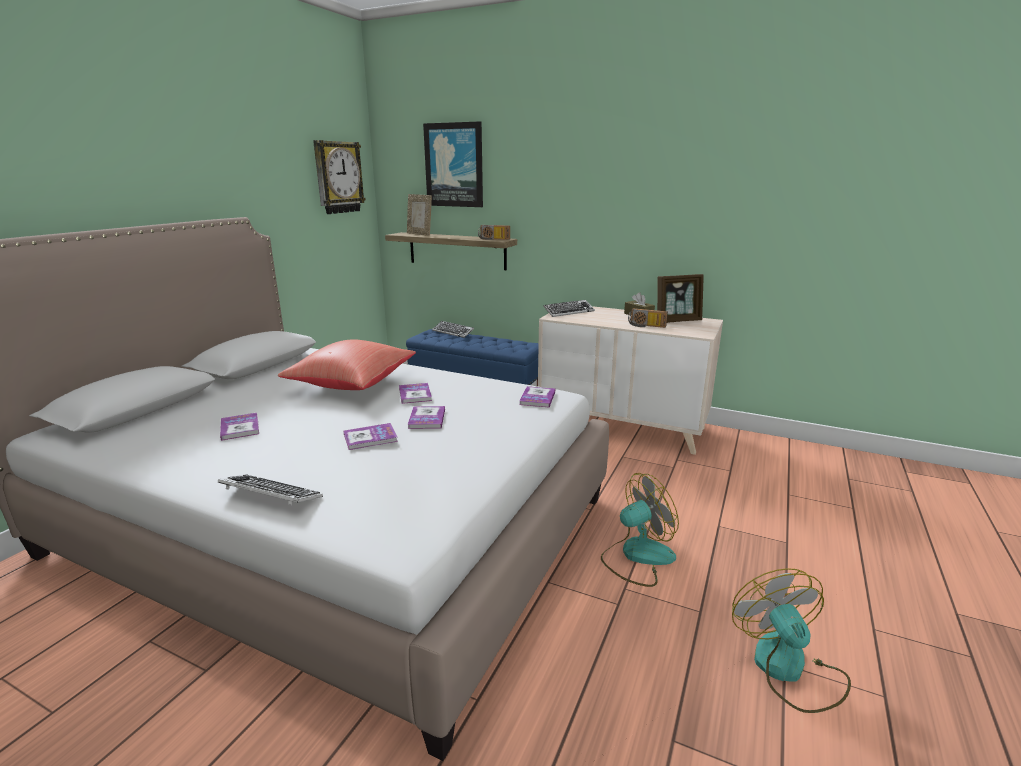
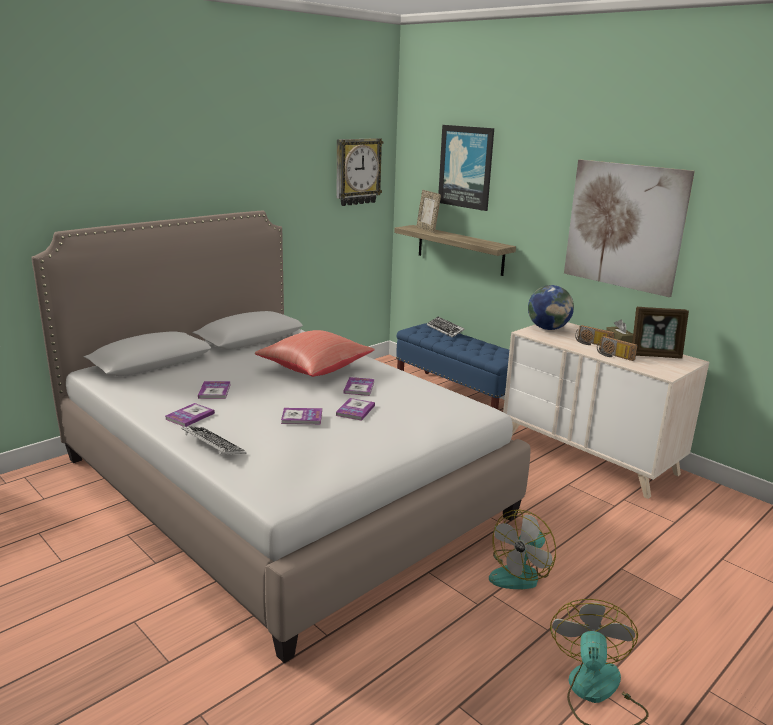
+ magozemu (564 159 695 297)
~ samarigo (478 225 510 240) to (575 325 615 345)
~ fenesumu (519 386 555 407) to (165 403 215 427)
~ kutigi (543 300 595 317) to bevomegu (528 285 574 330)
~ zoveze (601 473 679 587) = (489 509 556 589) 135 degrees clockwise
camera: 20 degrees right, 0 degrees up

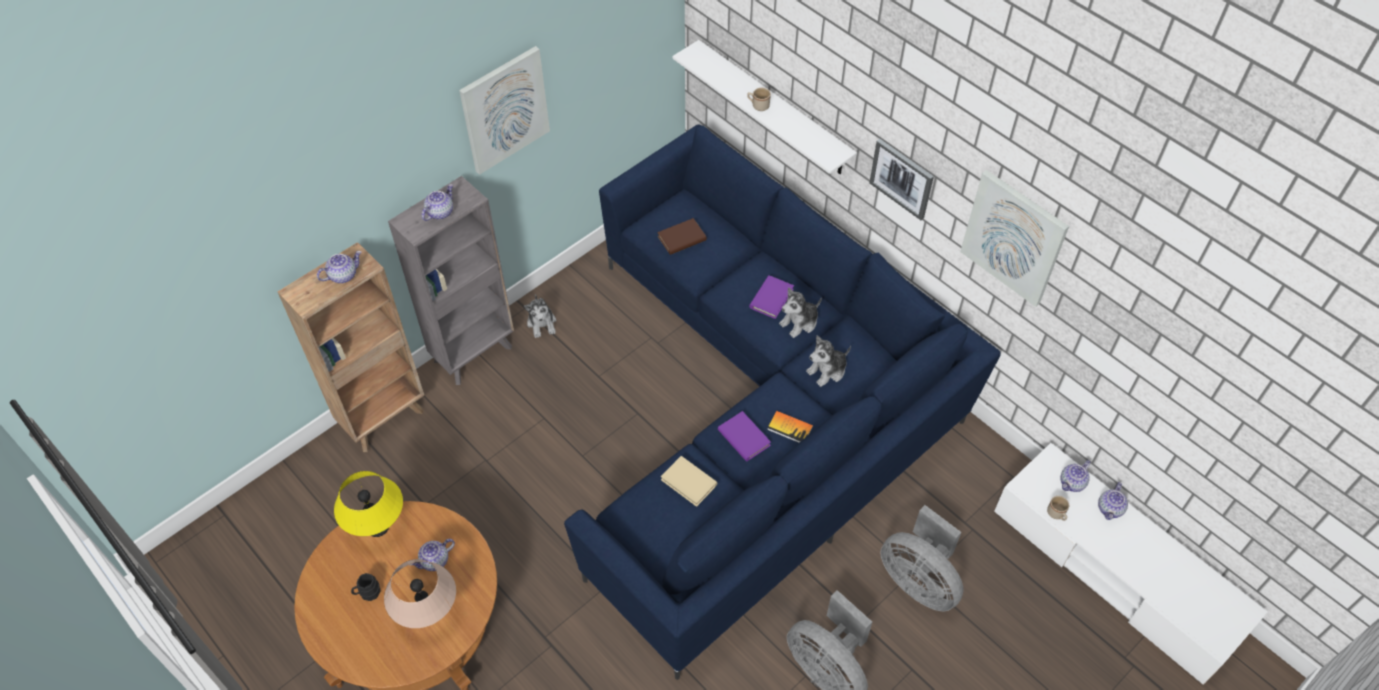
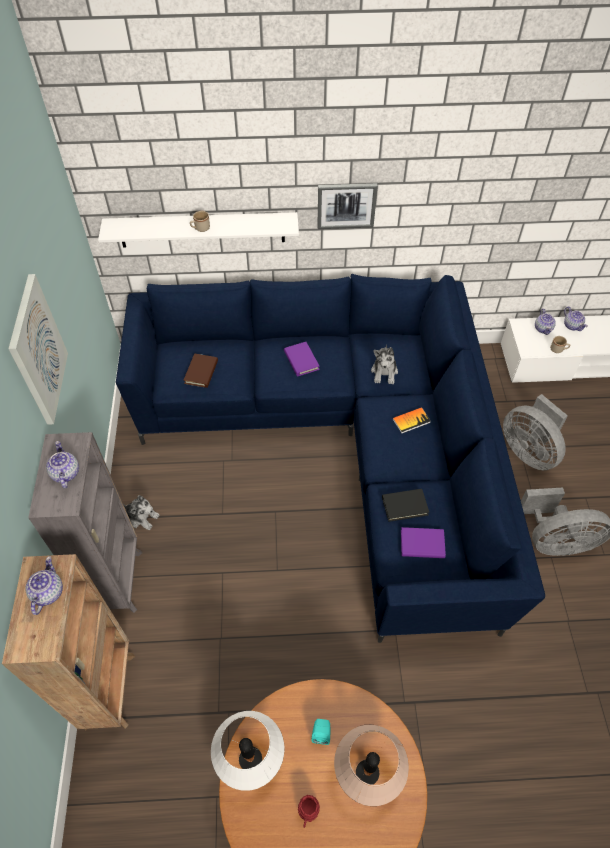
- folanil (779 287 822 338)
- magozemu (960 170 1069 307)
~ fenesumu (purple) (718 411 771 462) to (401 527 446 558)
~ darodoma (410 539 455 571) to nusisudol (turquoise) (311 719 330 745)
~ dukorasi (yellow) (334 471 403 537) to dukorasi (white) (211 711 284 791)
~ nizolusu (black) (351 573 381 601) to nizolusu (red) (298 795 320 828)
~ fenesumu (beige) (661 456 717 507) to fenesumu (black) (382 489 429 522)
~ zoveze (grey) (880 505 964 611) = (503 394 568 470) 60 degrees clockwise
camera: 50 degrees left, 0 degrees up

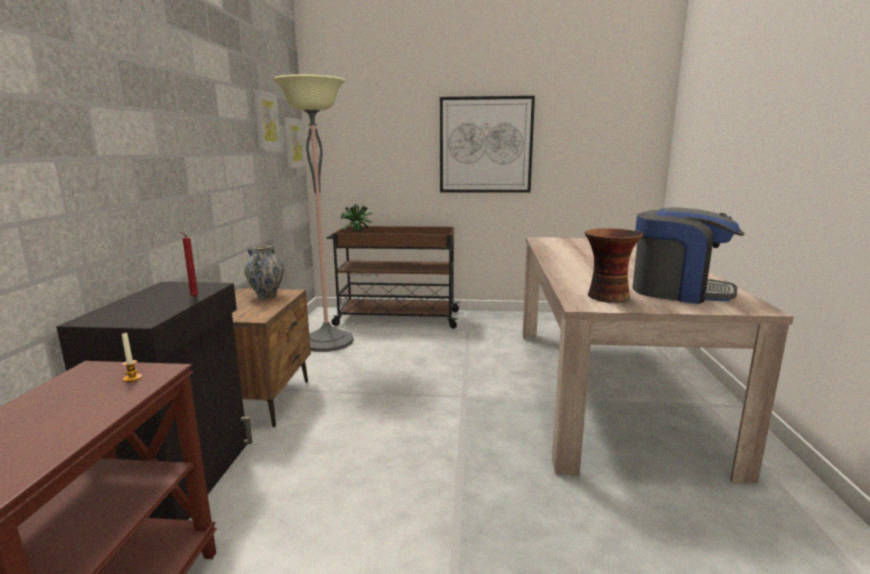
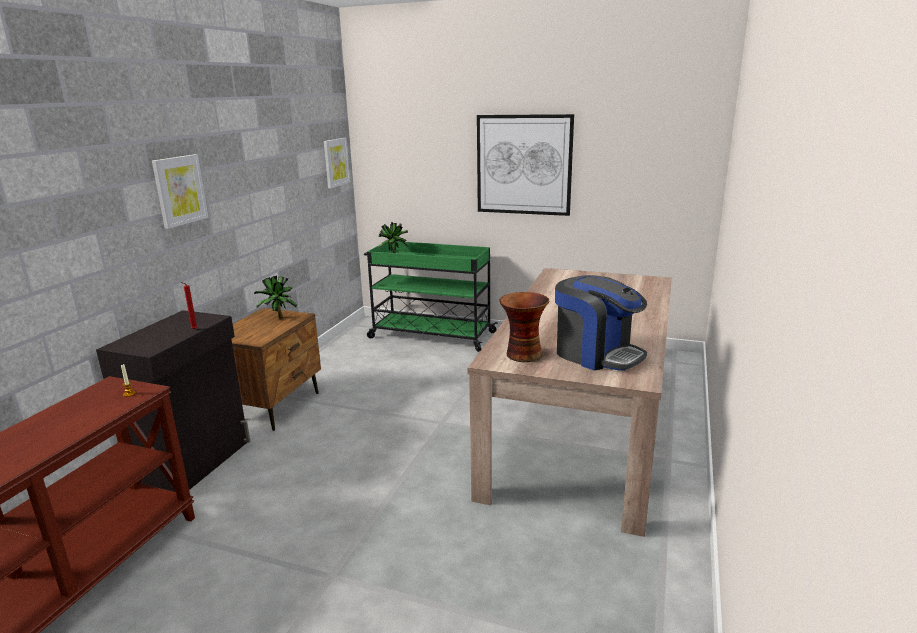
- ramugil (273 74 353 352)
~ magozemu (253 90 281 149) to (152 154 208 229)
~ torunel (244 245 284 299) to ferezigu (254 276 297 319)
~ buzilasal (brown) (327 226 460 329) to buzilasal (green) (364 241 498 352)
camera: 15 degrees right, 5 degrees up

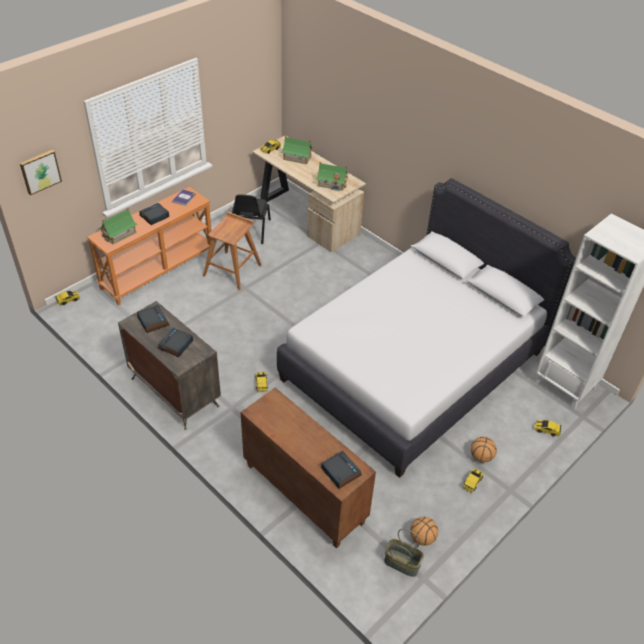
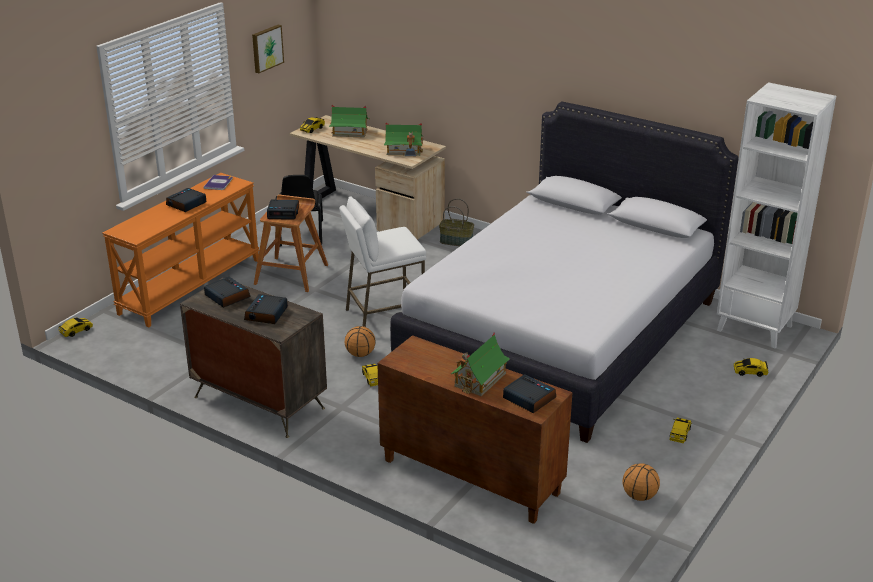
+ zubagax (267 200 299 220)
+ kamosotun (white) (339 196 426 327)
~ magozemu (20 150 62 195) to (252 25 284 73)
~ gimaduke (98 208 138 245) to (451 332 510 396)
~ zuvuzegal (384 529 424 577) to (439 199 474 246)
~ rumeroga (471 437 497 462) to (345 326 376 357)
camera: 10 degrees left, 15 degrees down

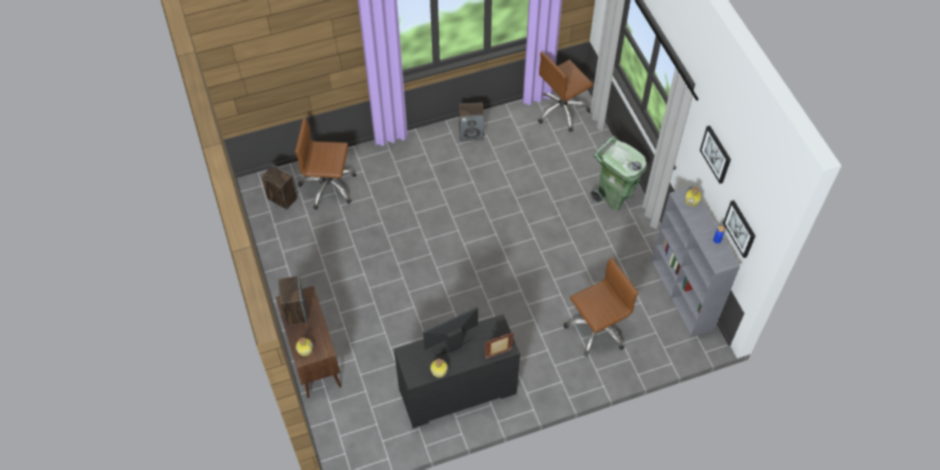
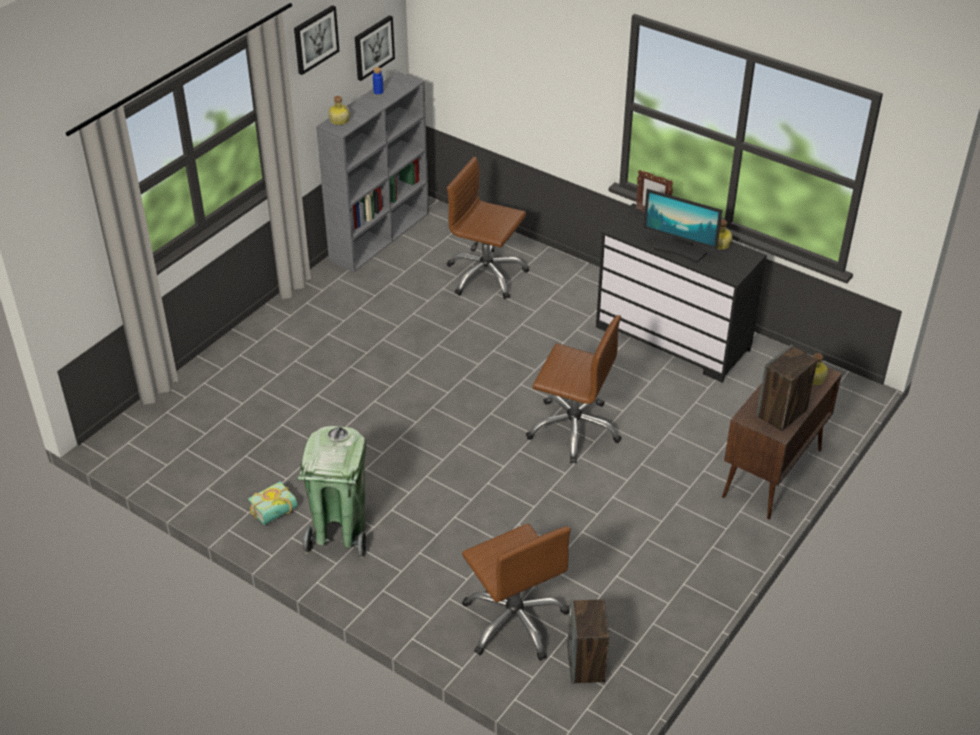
~ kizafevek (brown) (538 52 594 132) to (526 315 621 463)
~ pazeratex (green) (590 136 647 211) to (297 426 366 558)
~ nusisudol (459 103 484 141) to fenesumu (248 482 297 525)
camera: 125 degrees left, 15 degrees down

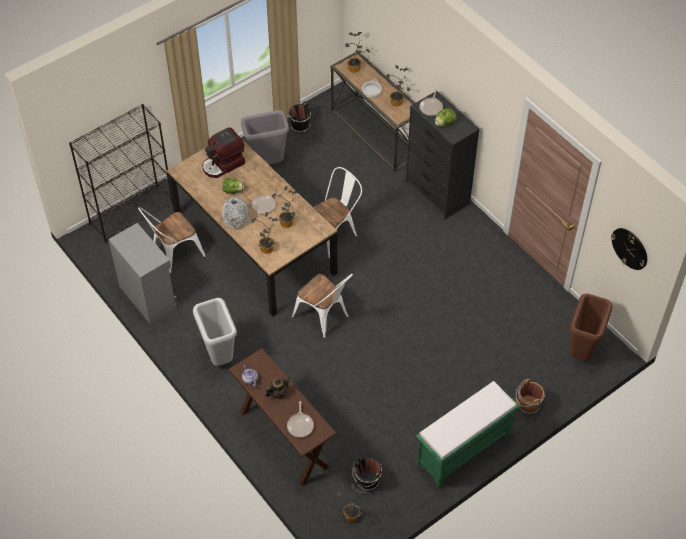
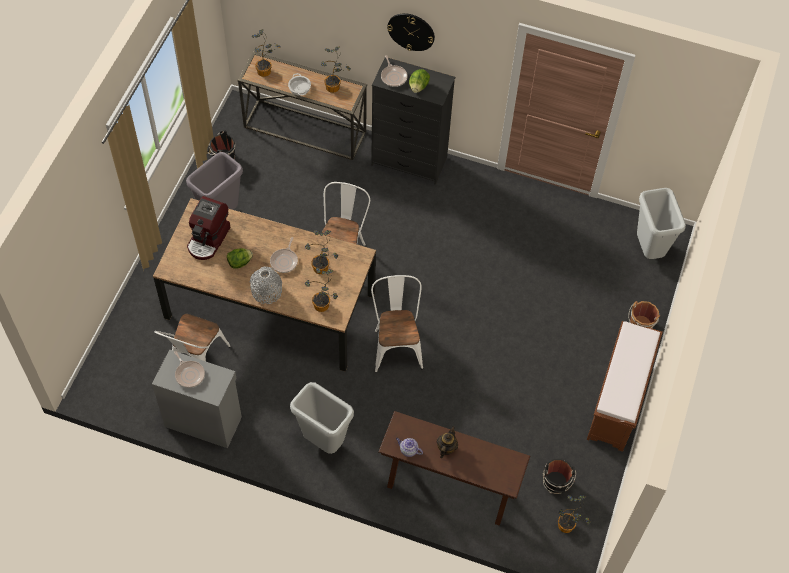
- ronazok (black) (69 104 173 243)
~ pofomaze (287 401 314 438) to (174 351 205 388)
~ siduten (611 228 647 270) to (387 13 435 51)
~ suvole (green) (416 381 520 488) to suvole (brown) (587 321 662 452)
~ pazeratex (brown) (570 293 613 361) to pazeratex (grey) (637 188 686 259)
~ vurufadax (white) (292 274 353 339) = (371 275 423 373) 105 degrees counterclockwise
camera: 35 degrees left, 5 degrees up

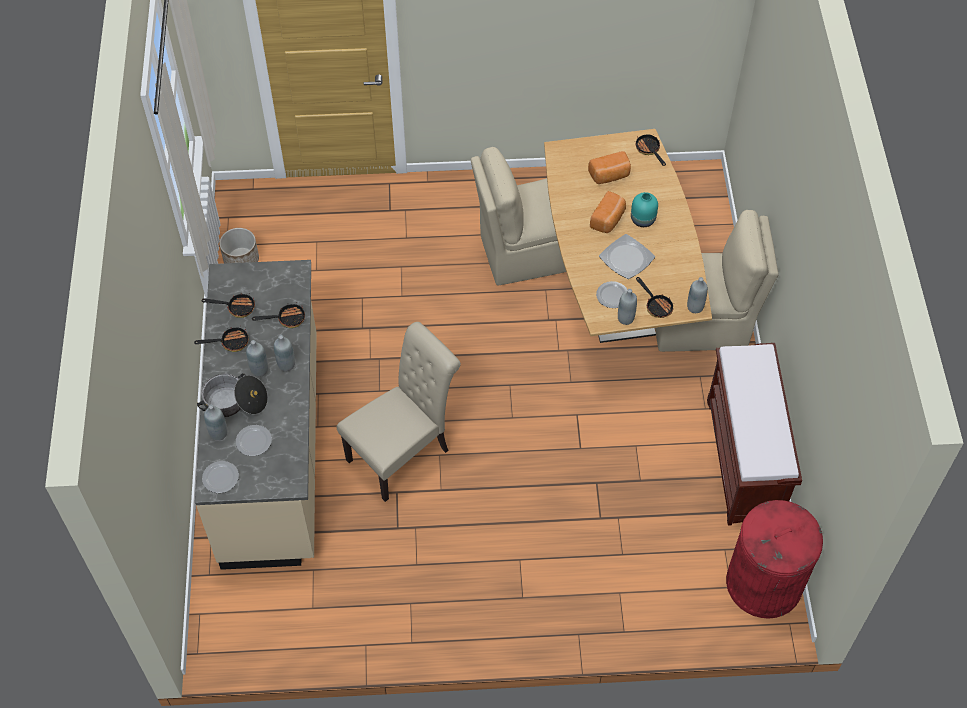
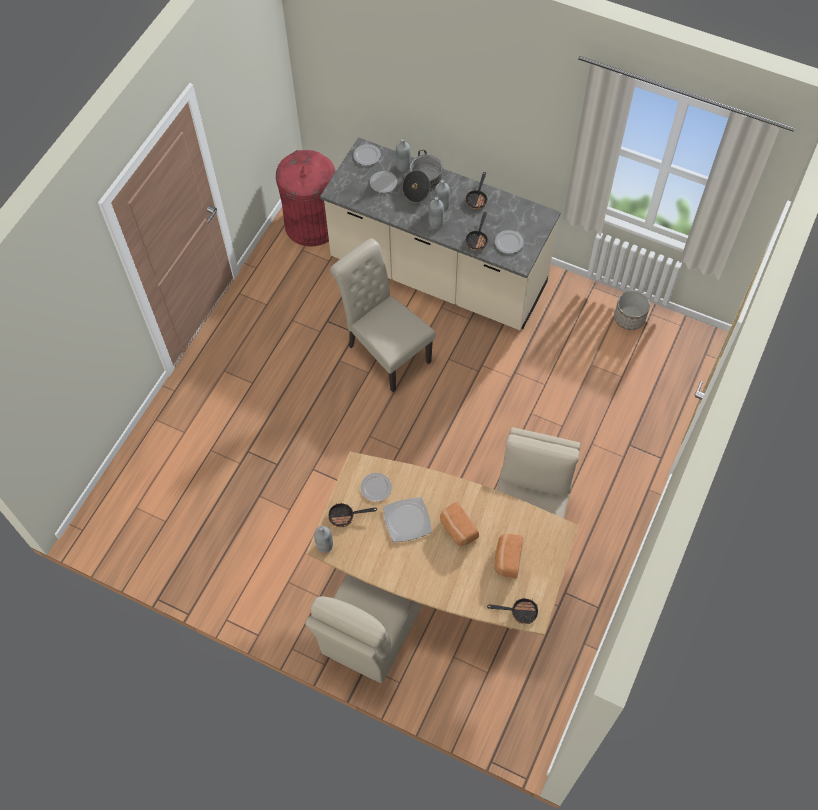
- pofomaze (202 293 255 318)
- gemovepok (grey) (618 289 637 325)
- torunel (turquoise) (631 192 658 227)
- suvole (brown) (707 343 802 526)
+ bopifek (495 230 523 254)
~ pazeratex (red) (726 500 823 619) to (276 150 336 246)
~ vurufadax (beige) (337 322 461 502) = (330 238 436 392) 150 degrees clockwise
camera: 120 degrees right, 5 degrees up

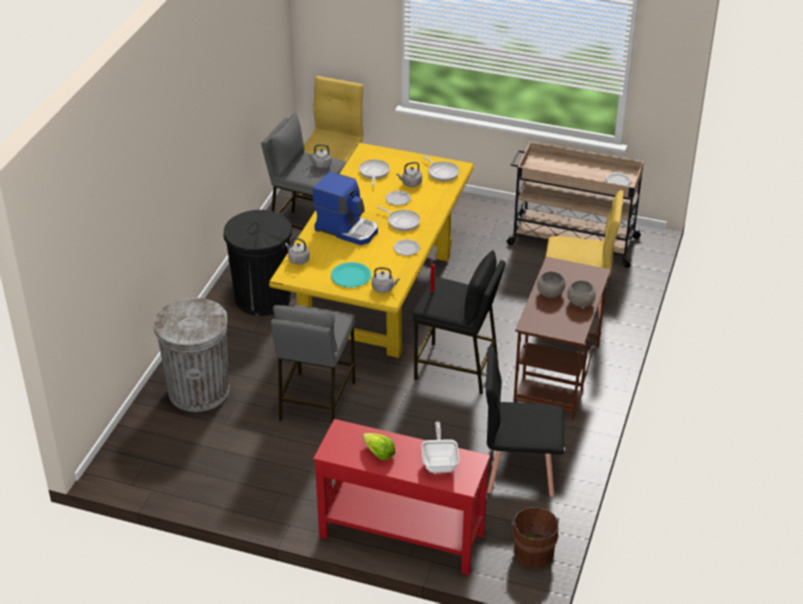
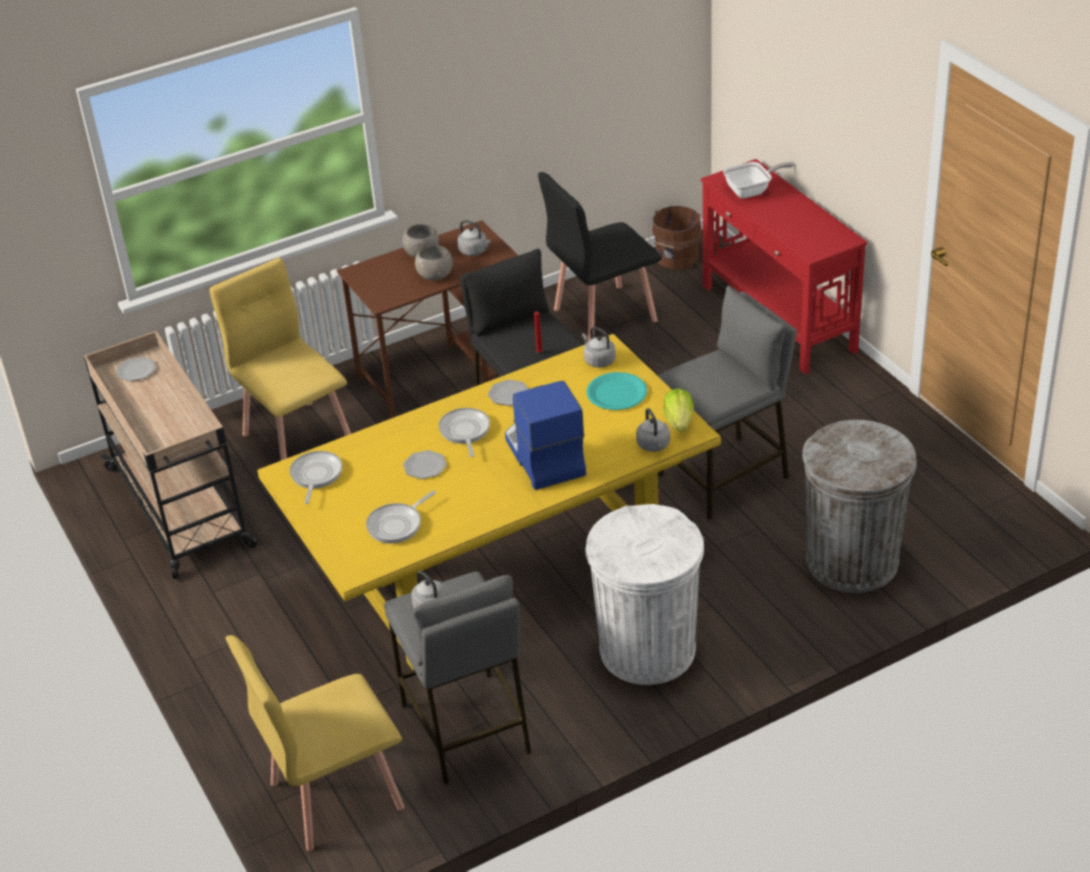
~ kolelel (362 433 395 460) to (663 388 694 432)
~ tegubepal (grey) (396 162 422 187) to (458 220 491 256)
~ pazeratex (black) (223 210 292 316) to pazeratex (white) (586 504 704 685)
~ pofomaze (422 422 459 473) = (723 162 793 198) 150 degrees counterclockwise
~ vurufadax (black) (486 347 564 497) = (538 172 662 341) 105 degrees clockwise
camera: 135 degrees left, 0 degrees up

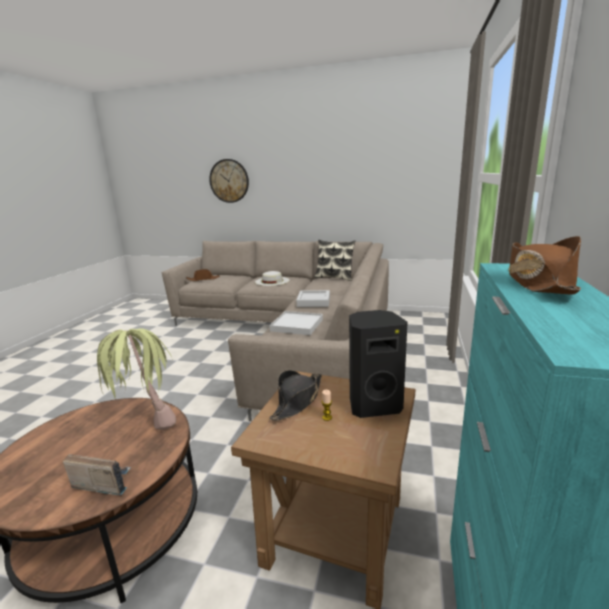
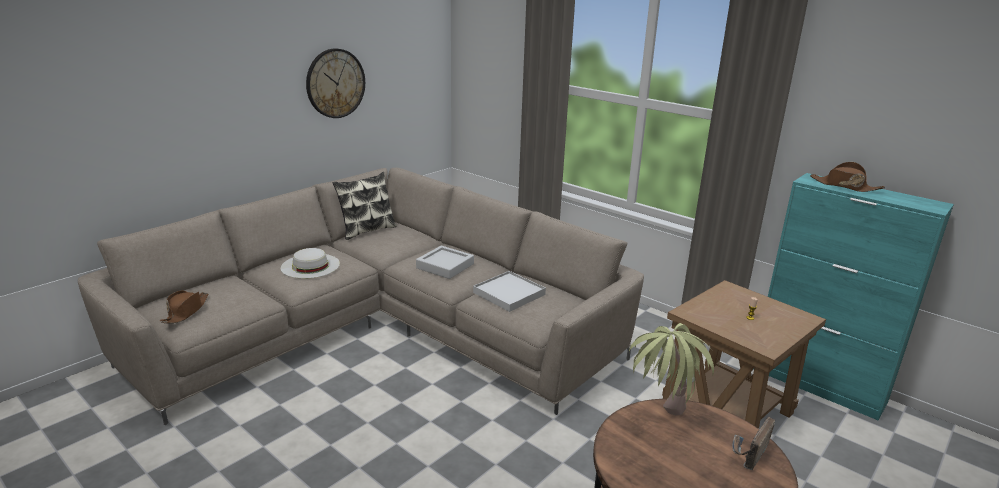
- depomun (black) (269 370 322 421)
- nusisudol (black) (349 310 408 418)
~ siduten (209 159 249 203) to (306 49 365 118)
camera: 65 degrees left, 5 degrees up

